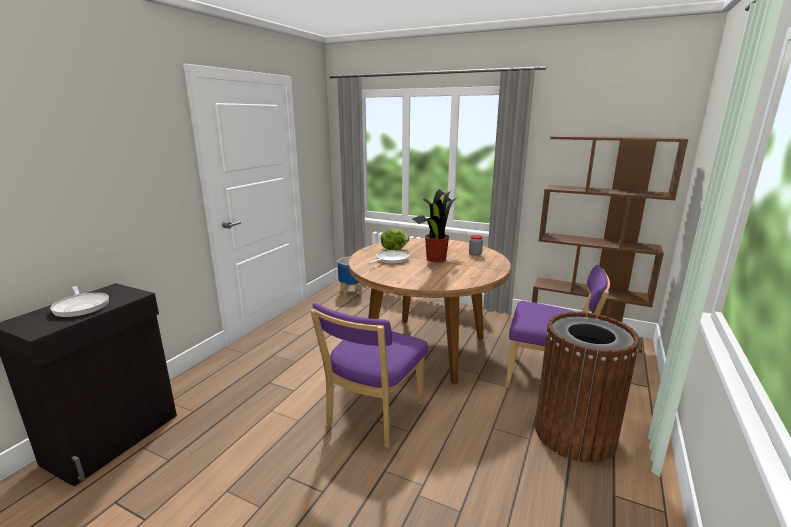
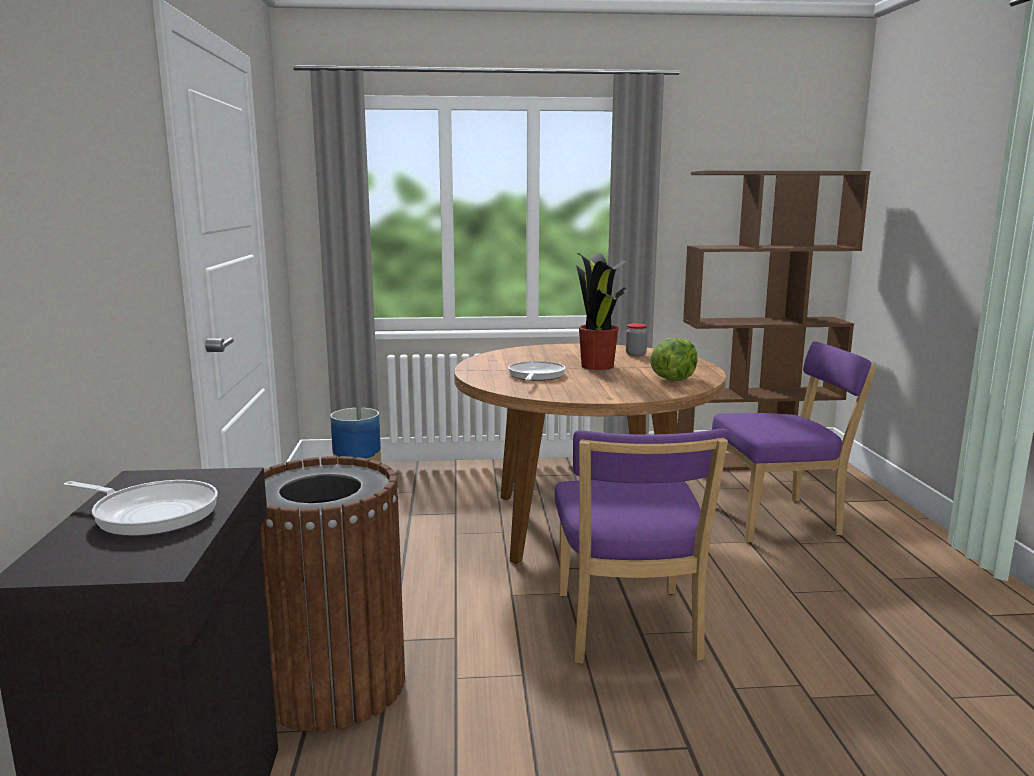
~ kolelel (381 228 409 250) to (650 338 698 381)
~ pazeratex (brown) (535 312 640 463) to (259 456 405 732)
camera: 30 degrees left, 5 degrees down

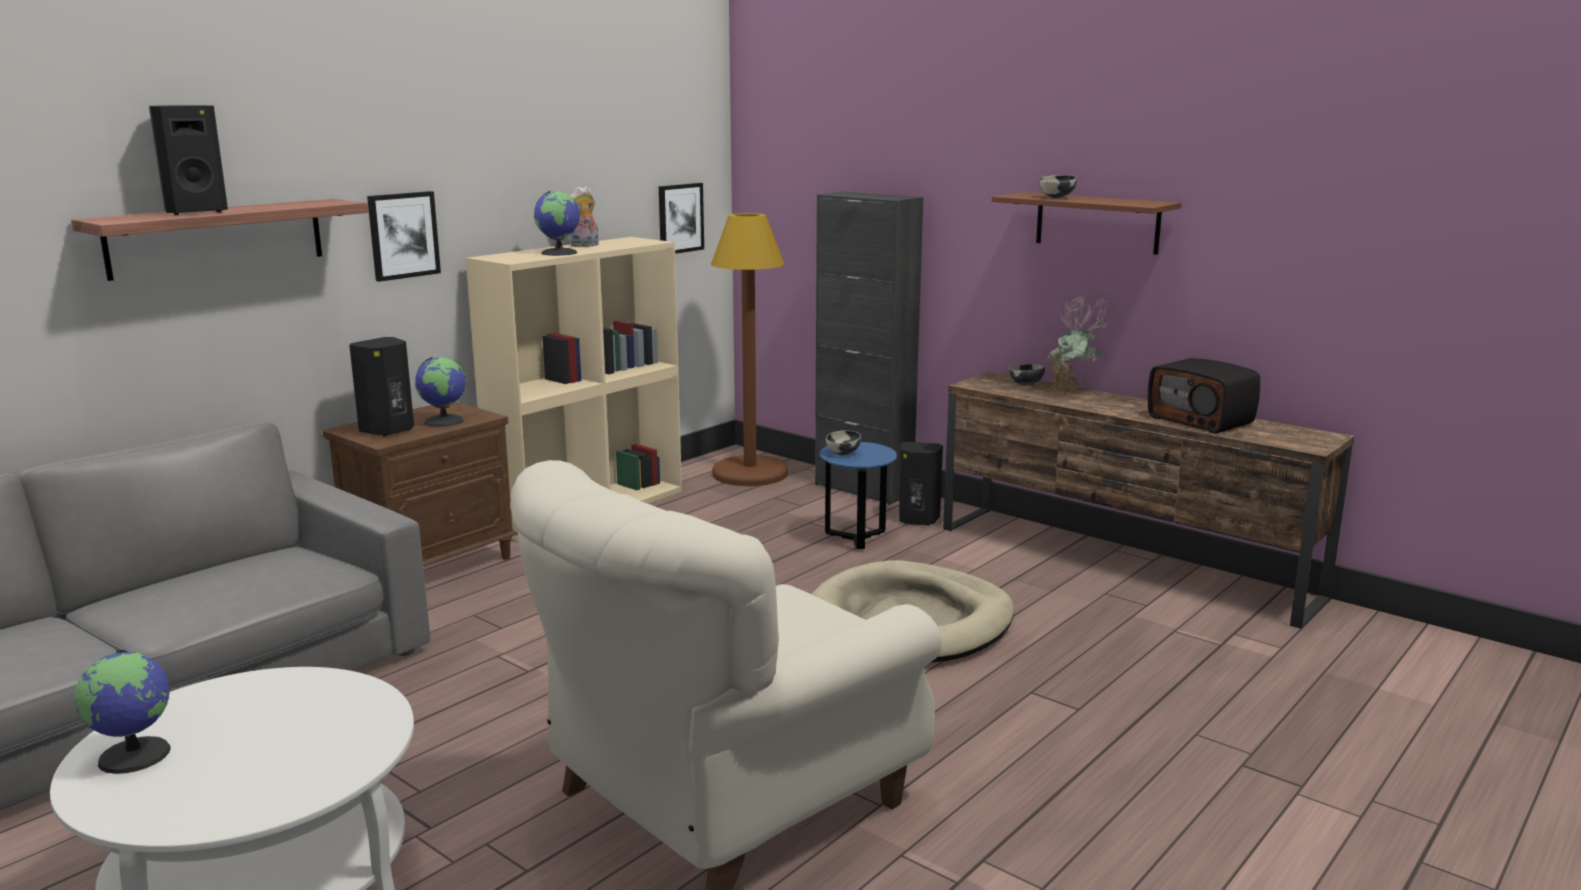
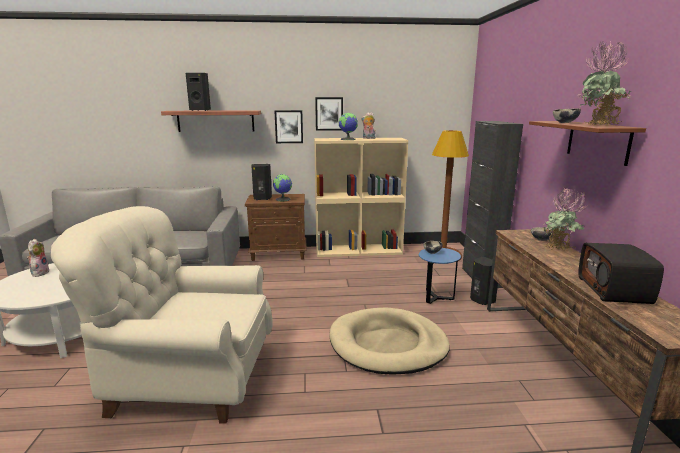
+ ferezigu (577 41 631 125)
~ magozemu (659 183 704 254) to (315 97 343 131)
~ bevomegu (74 650 171 774) to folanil (27 239 50 277)
camera: 45 degrees right, 0 degrees up

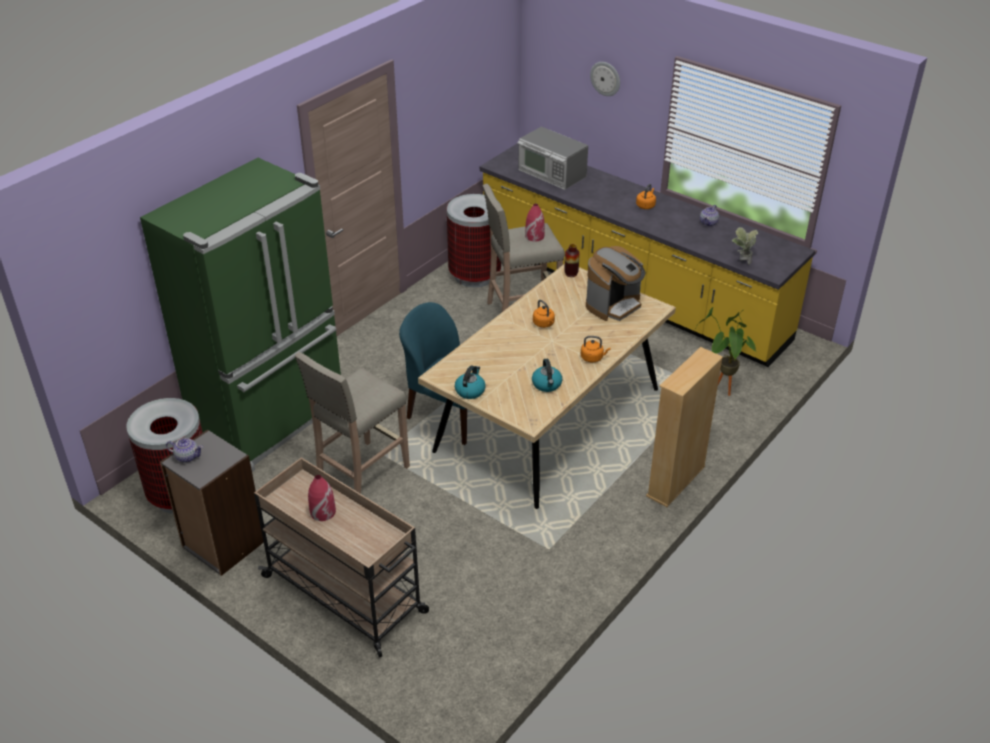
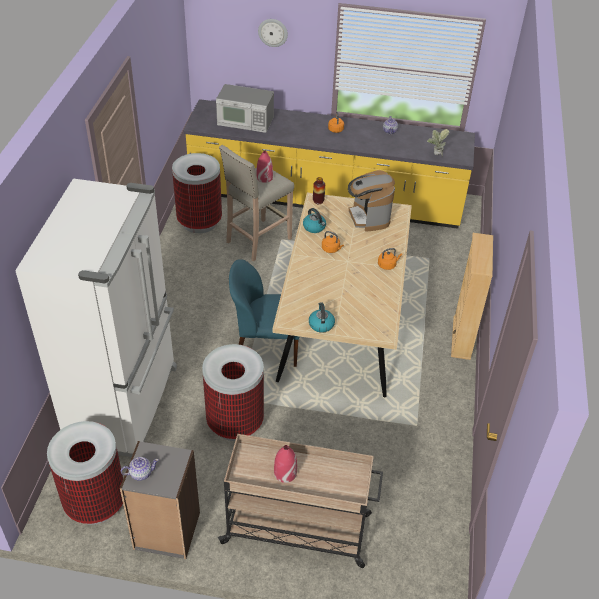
- ferezigu (696 307 756 396)
~ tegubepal (532 359 562 392) to (303 208 326 233)
~ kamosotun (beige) (295 352 410 494) to pazeratex (202 344 264 441)
~ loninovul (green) (140 158 341 472) to loninovul (white) (15 179 177 457)
~ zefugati (586 246 646 321) = (348 170 395 232) 150 degrees clockwise
camera: 30 degrees left, 5 degrees up

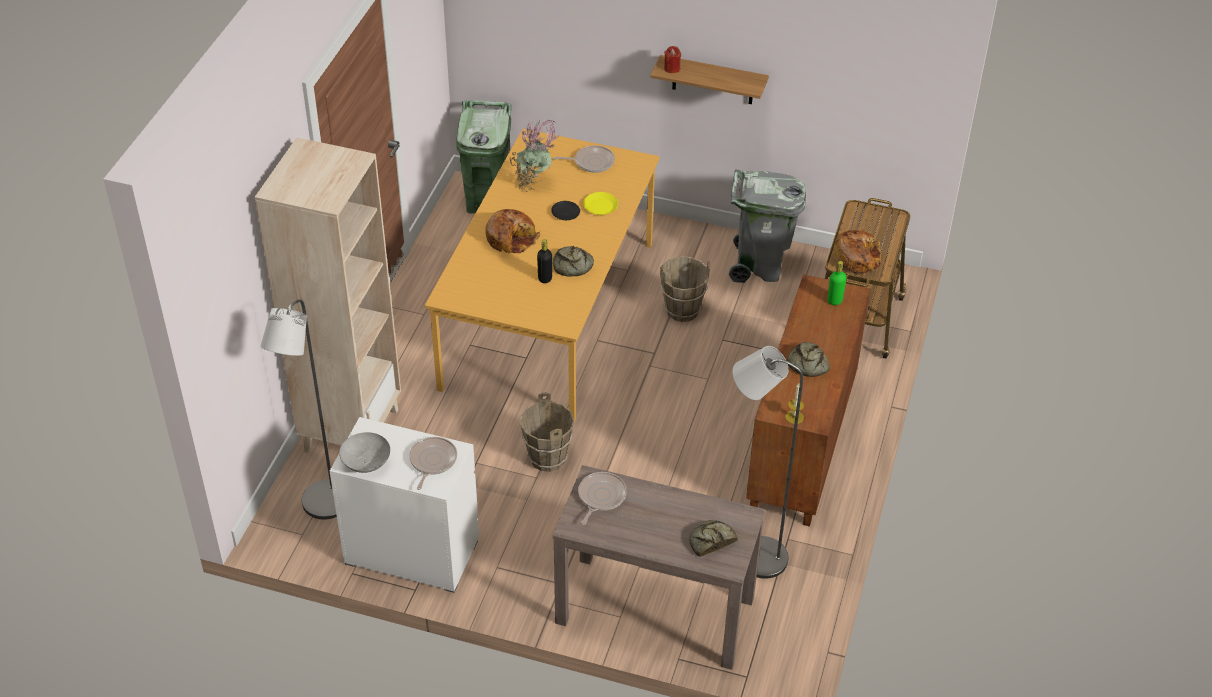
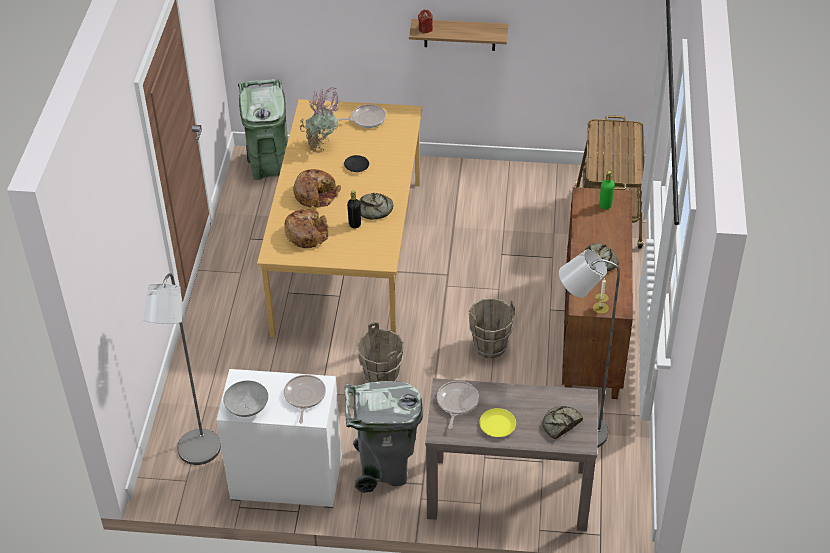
- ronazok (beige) (255 137 401 453)
~ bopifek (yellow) (583 192 618 215) to (479 408 516 437)
~ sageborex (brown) (660 257 710 322) to (469 298 515 359)
~ pazeratex (grey) (729 169 806 283) to (345 381 423 493)
~ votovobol (833 230 882 273) to (284 209 329 248)
camera: 10 degrees left, 0 degrees up

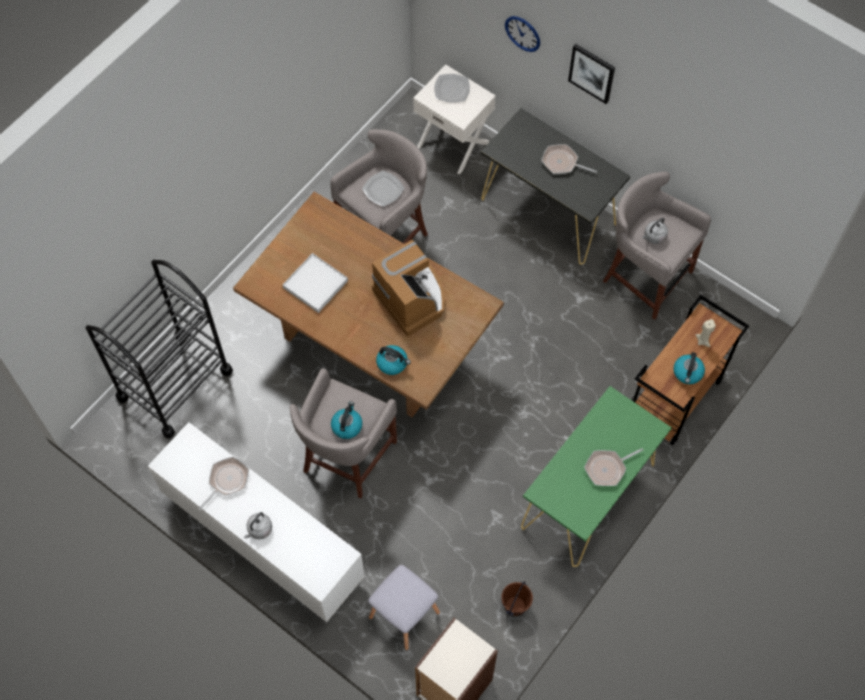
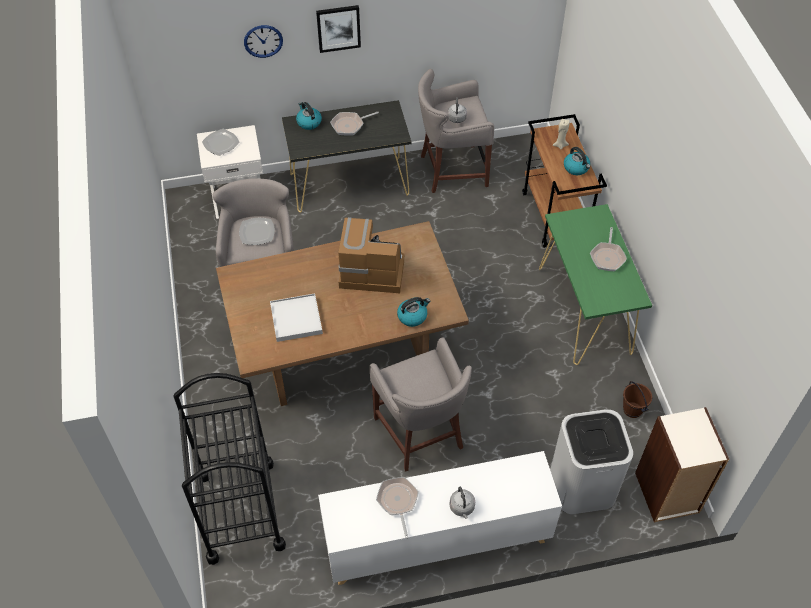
~ tegubepal (331 401 363 439) to (296 102 322 130)
~ kamosotun (grey) (368 565 440 650) to pazeratex (white) (550 409 633 514)
camera: 50 degrees left, 10 degrees down

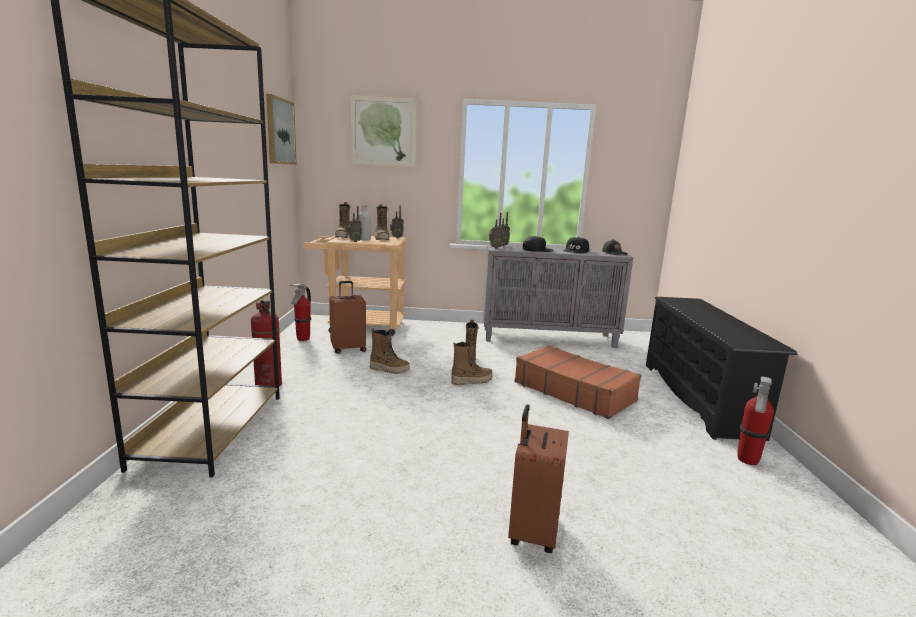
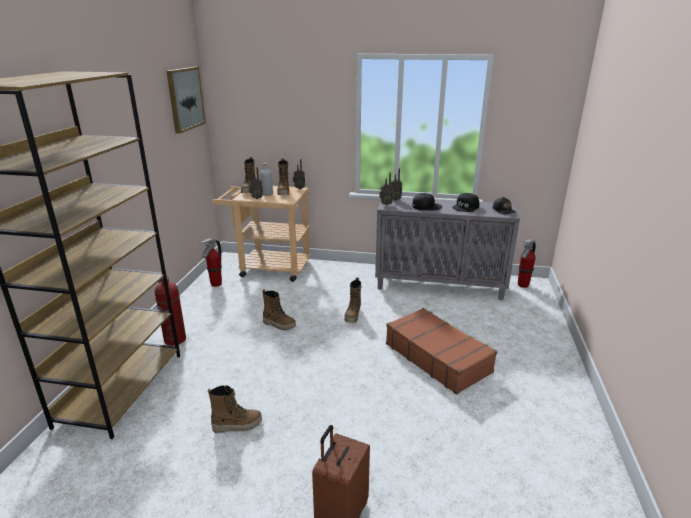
- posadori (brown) (330 281 366 354)
- magozemu (351 95 417 167)
- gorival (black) (646 297 798 441)
~ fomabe (451 342 493 386) to (208 385 262 433)
~ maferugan (737 377 774 465) to (518 239 536 288)
camera: 10 degrees right, 10 degrees up

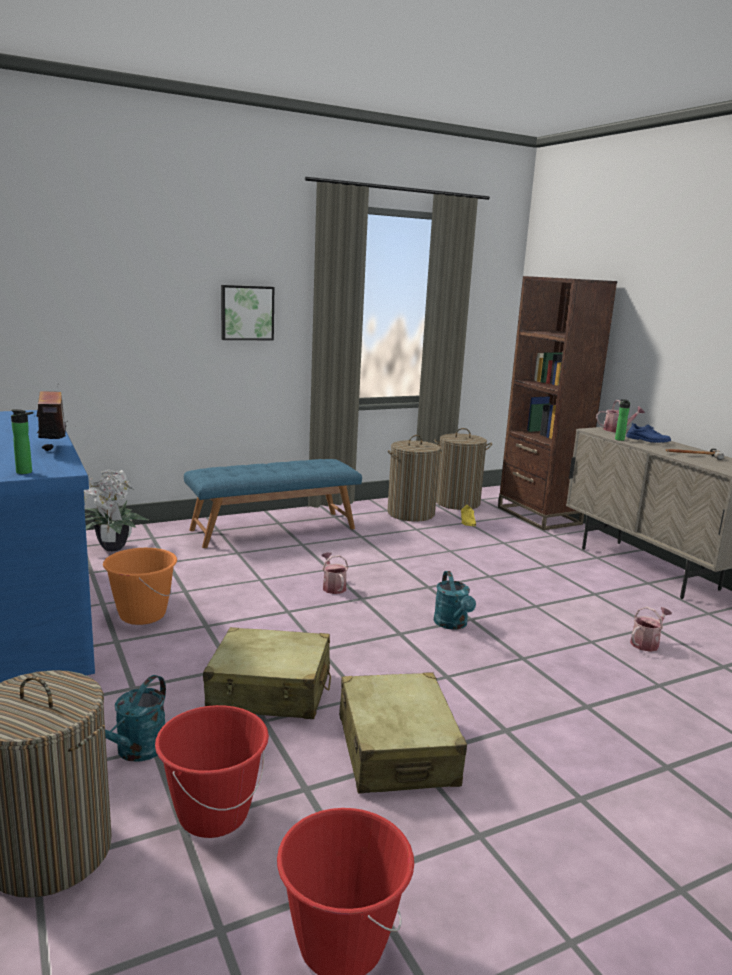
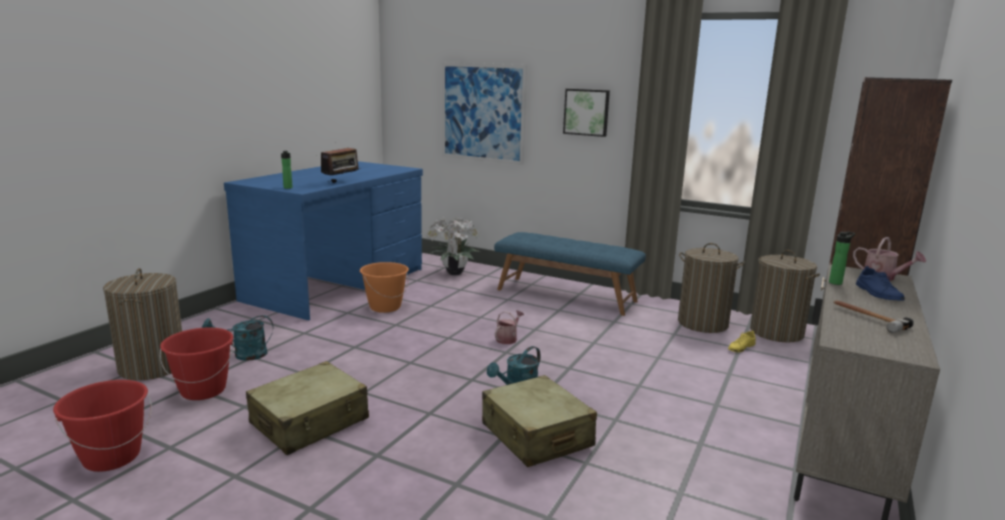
- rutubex (630 607 672 652)
+ magozemu (442 63 527 165)
~ posadori (beige) (203 627 331 719) to (482 375 597 467)
camera: 55 degrees right, 0 degrees up

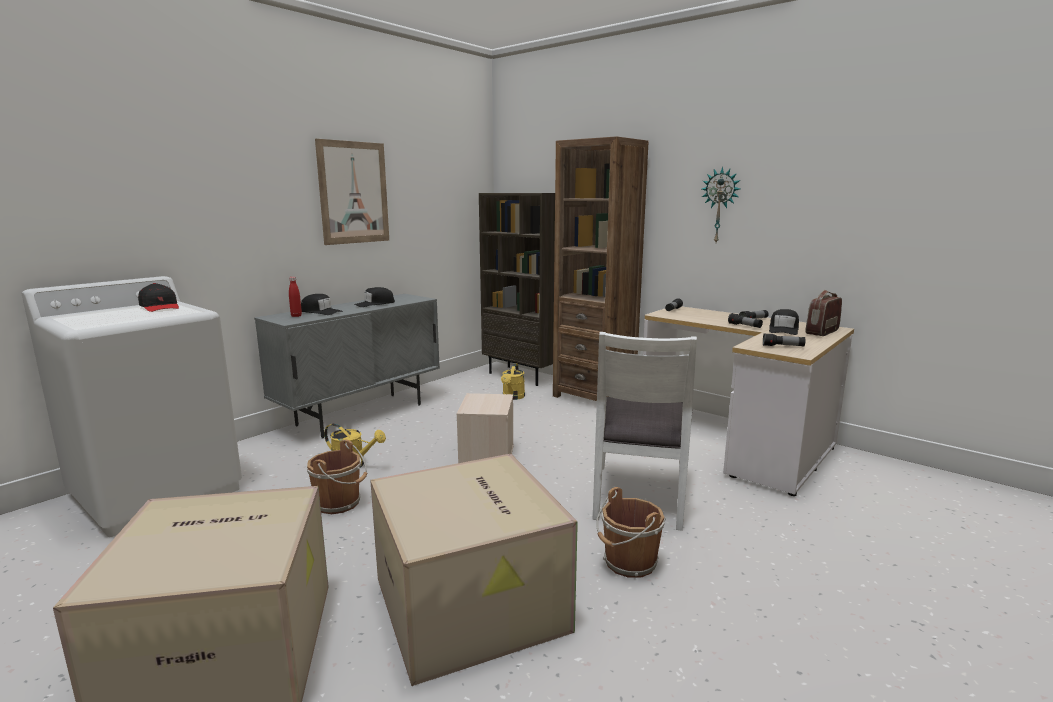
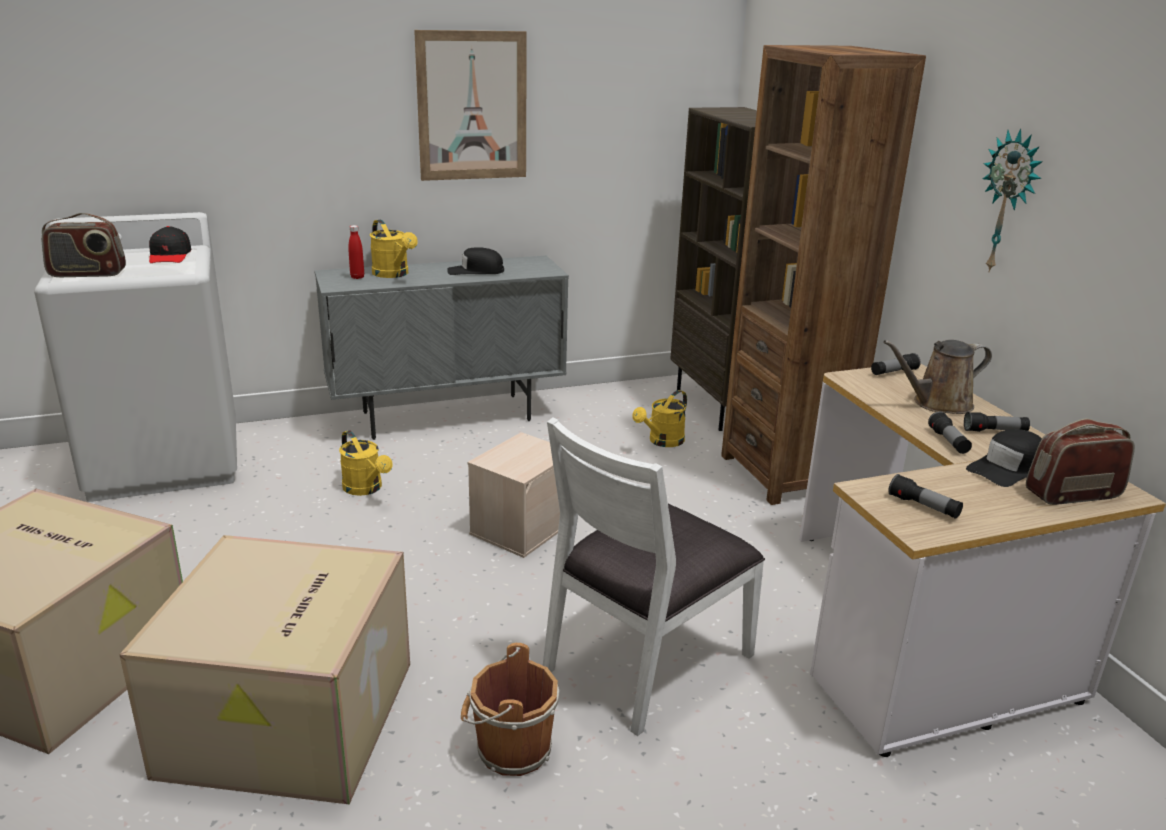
- sageborex (brown) (307 440 367 514)
+ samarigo (41 213 126 277)
+ rutubex (brown) (883 340 992 414)
~ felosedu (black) (301 294 343 315) to rutubex (yellow) (370 220 418 278)
camera: 30 degrees right, 10 degrees up

